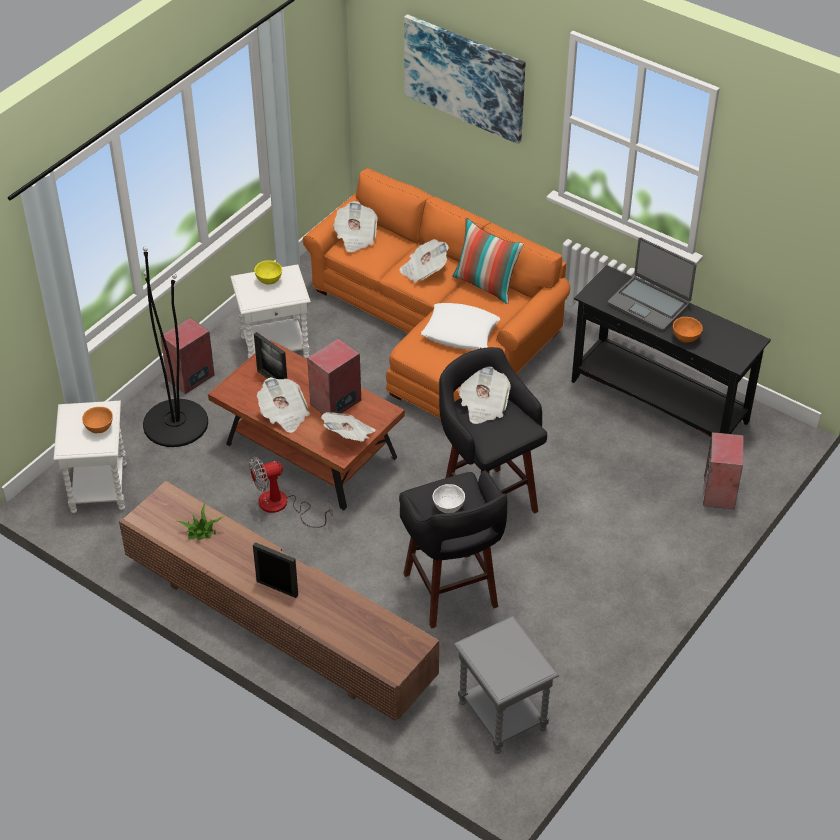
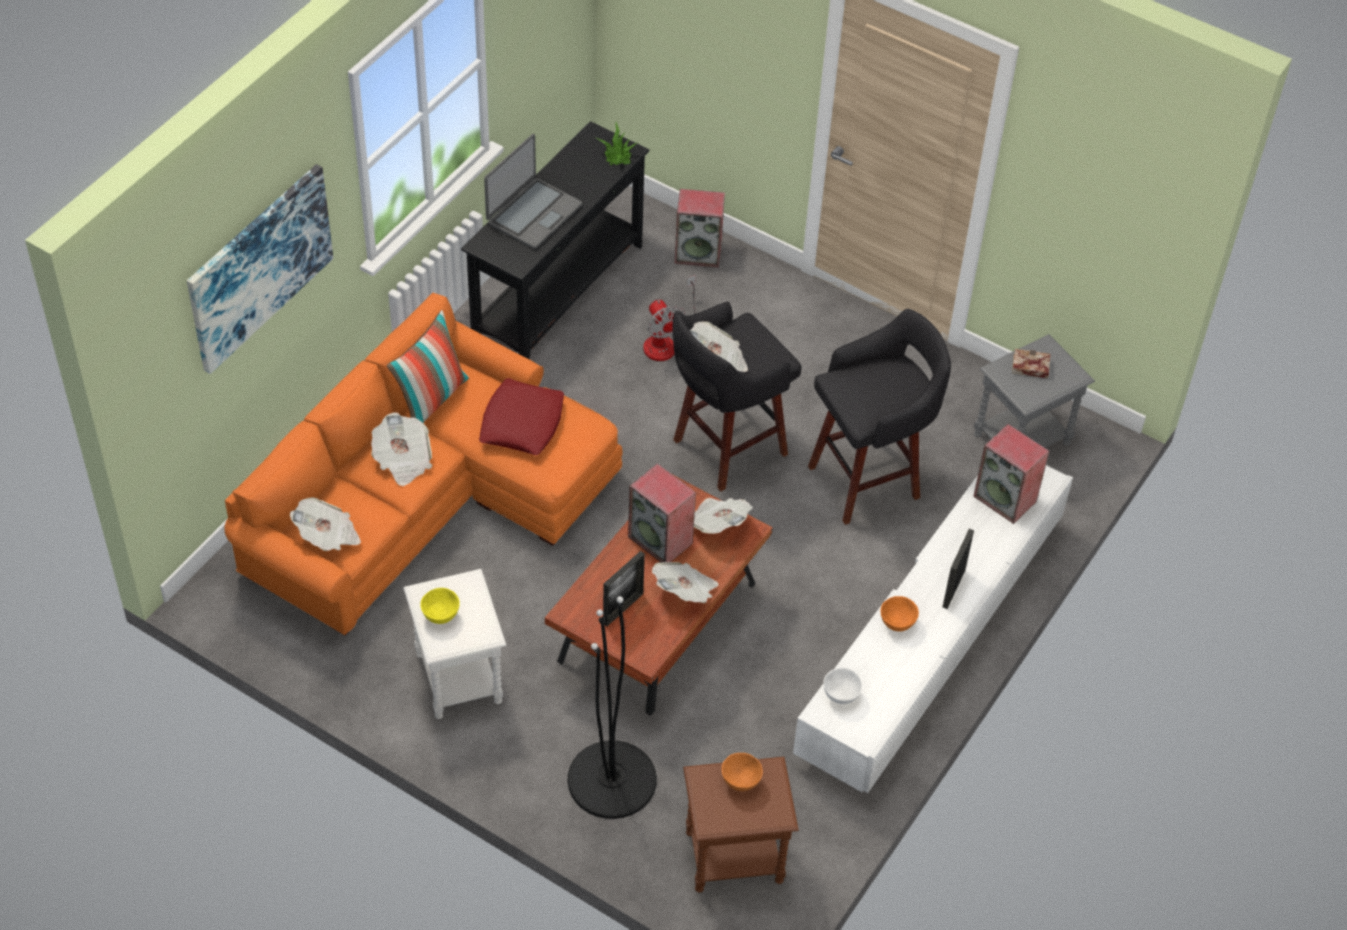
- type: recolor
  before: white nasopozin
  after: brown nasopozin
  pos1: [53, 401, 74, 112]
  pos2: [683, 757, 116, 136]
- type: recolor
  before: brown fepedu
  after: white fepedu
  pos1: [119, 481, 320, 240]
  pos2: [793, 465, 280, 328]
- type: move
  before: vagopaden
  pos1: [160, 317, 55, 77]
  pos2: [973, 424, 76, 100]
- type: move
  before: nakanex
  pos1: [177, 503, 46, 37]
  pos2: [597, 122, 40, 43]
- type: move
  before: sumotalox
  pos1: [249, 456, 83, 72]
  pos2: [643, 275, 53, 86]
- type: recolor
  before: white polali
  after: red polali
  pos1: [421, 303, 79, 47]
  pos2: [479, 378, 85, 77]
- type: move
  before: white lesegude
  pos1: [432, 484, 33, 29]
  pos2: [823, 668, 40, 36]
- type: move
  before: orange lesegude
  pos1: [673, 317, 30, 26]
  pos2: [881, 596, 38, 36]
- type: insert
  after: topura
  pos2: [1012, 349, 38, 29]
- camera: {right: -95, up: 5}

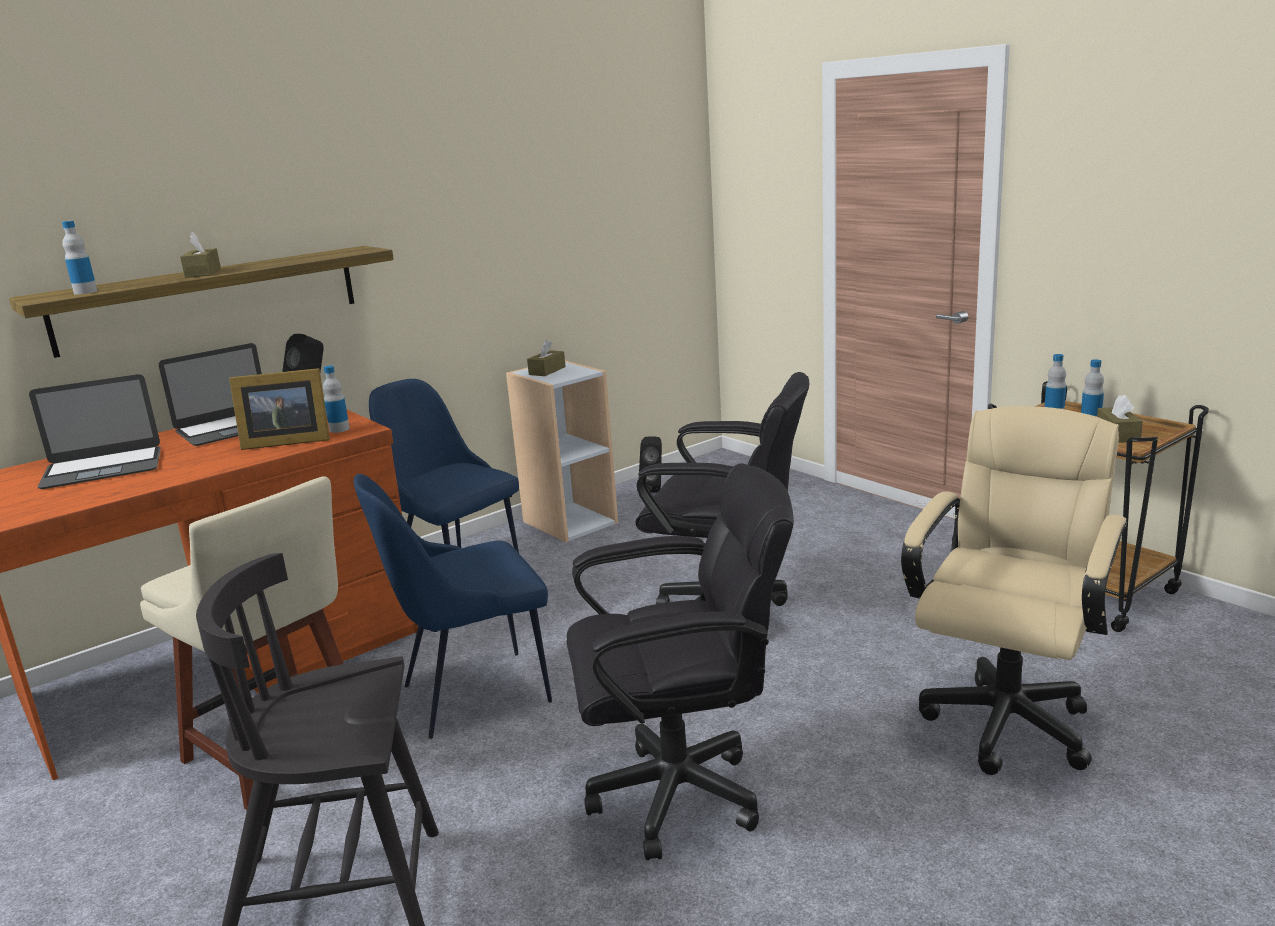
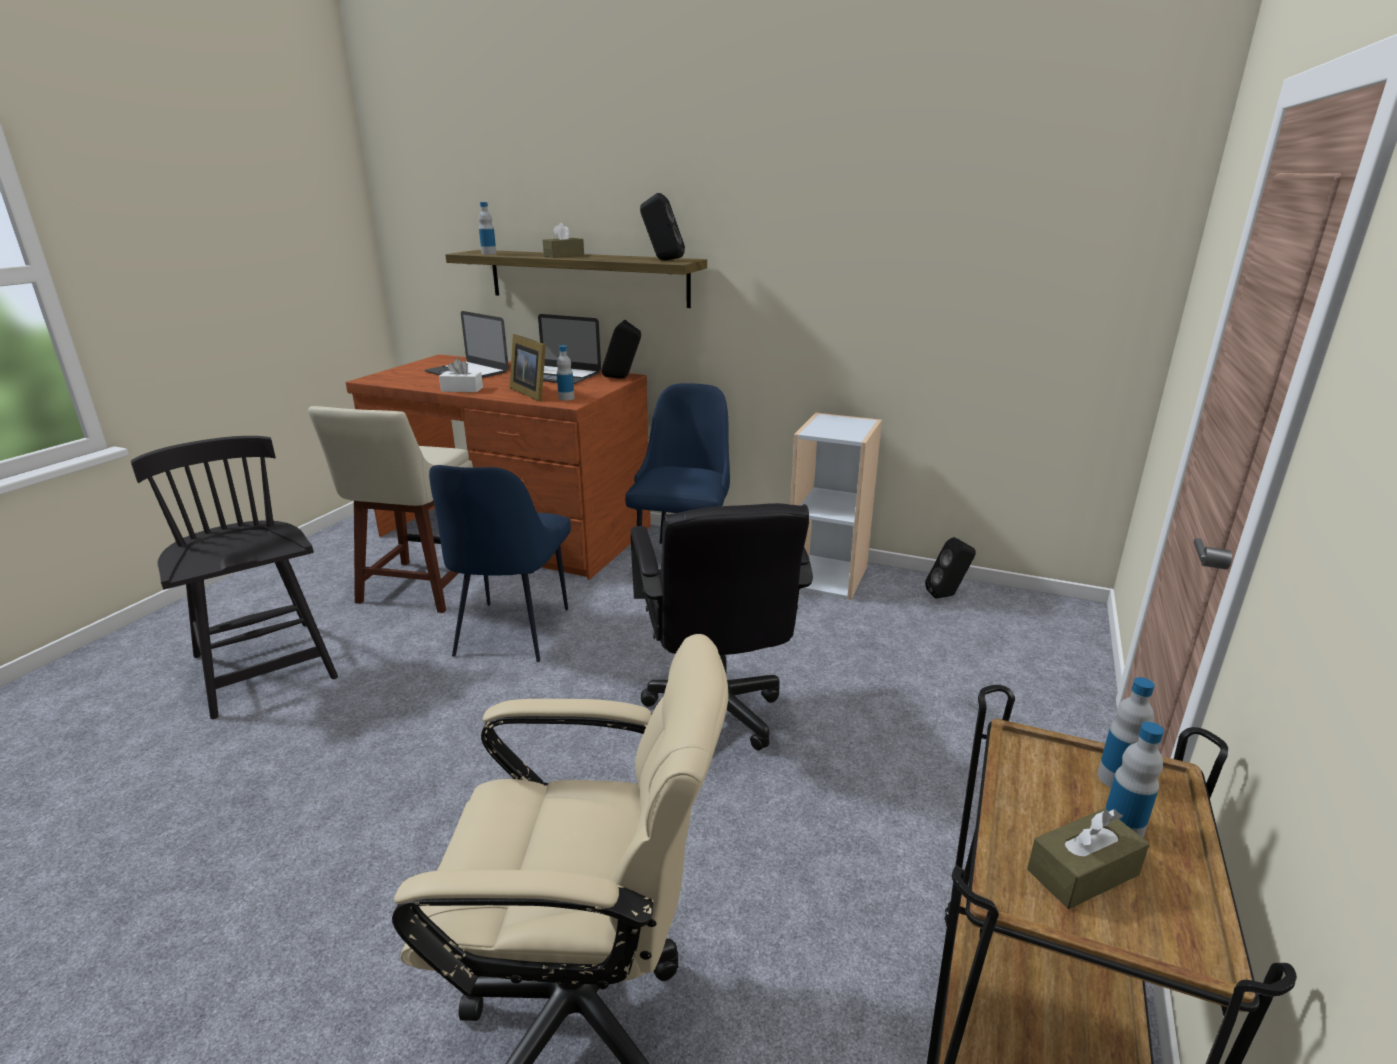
- type: rotate
  before: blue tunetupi
  pos1: [354, 474, 198, 265]
  pos2: [429, 465, 142, 197]
  turn: -120
- type: delete
  before: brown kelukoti
  pos1: [527, 340, 39, 36]
- type: delete
  before: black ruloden
  pos1: [567, 463, 227, 397]
- type: insert
  after: white kelukoti
  pos2: [439, 358, 44, 34]
- type: insert
  after: black vagopaden
  pos2: [640, 193, 45, 67]
- camera: {right: 60, up: 5}

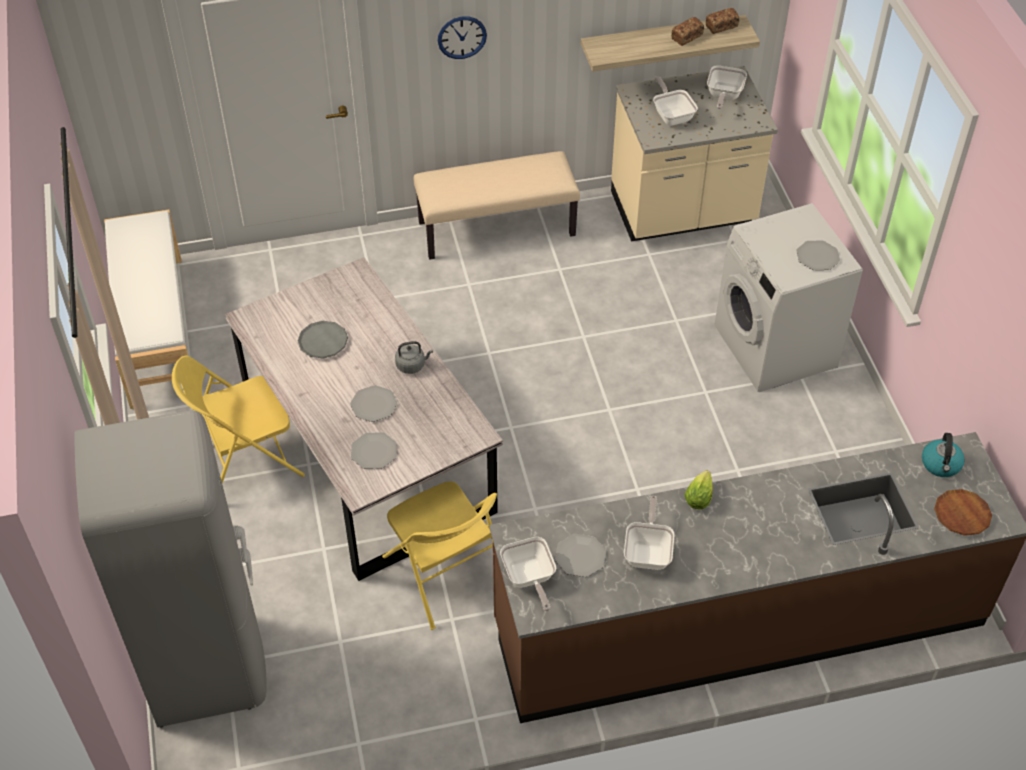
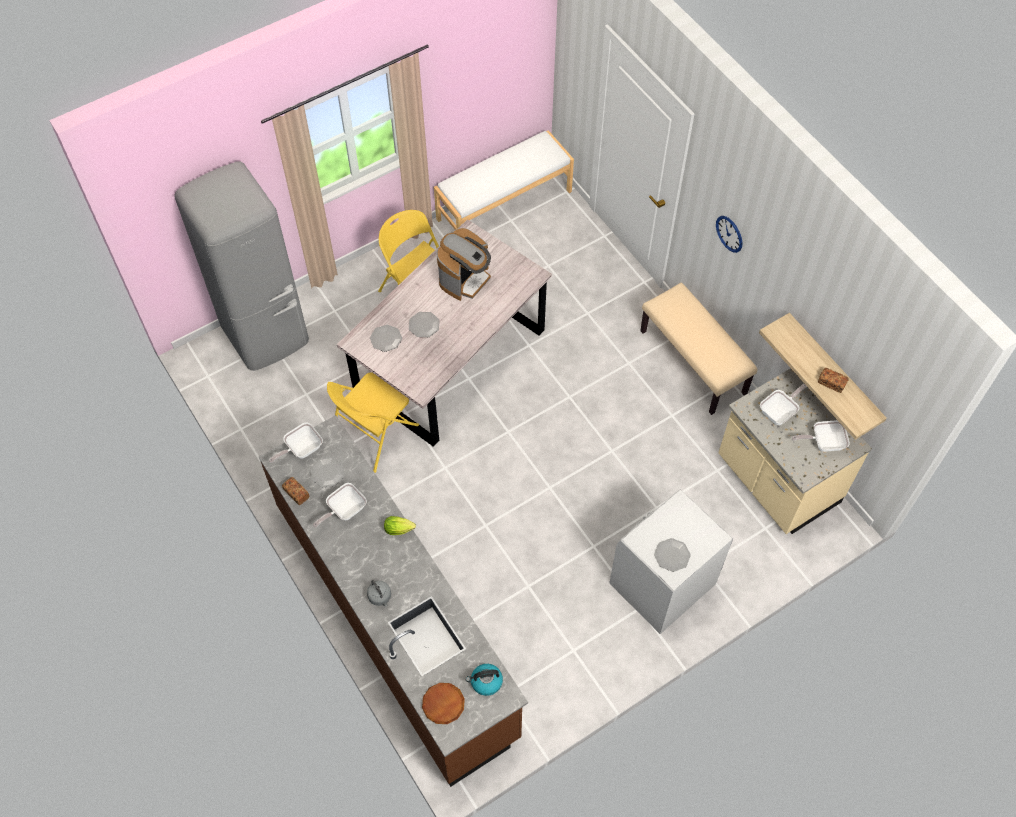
- type: replace
  before: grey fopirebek
  after: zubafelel
  pos1: [298, 321, 50, 37]
  pos2: [437, 228, 54, 73]
- type: move
  before: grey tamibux
  pos1: [395, 341, 38, 33]
  pos2: [367, 580, 24, 27]
- type: rotate
  before: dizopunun
  pos1: [624, 496, 51, 74]
  pos2: [313, 483, 54, 45]
  turn: 150
- type: move
  before: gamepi
  pos1: [706, 8, 33, 26]
  pos2: [282, 477, 27, 28]
- camera: {right: 70, up: 10}

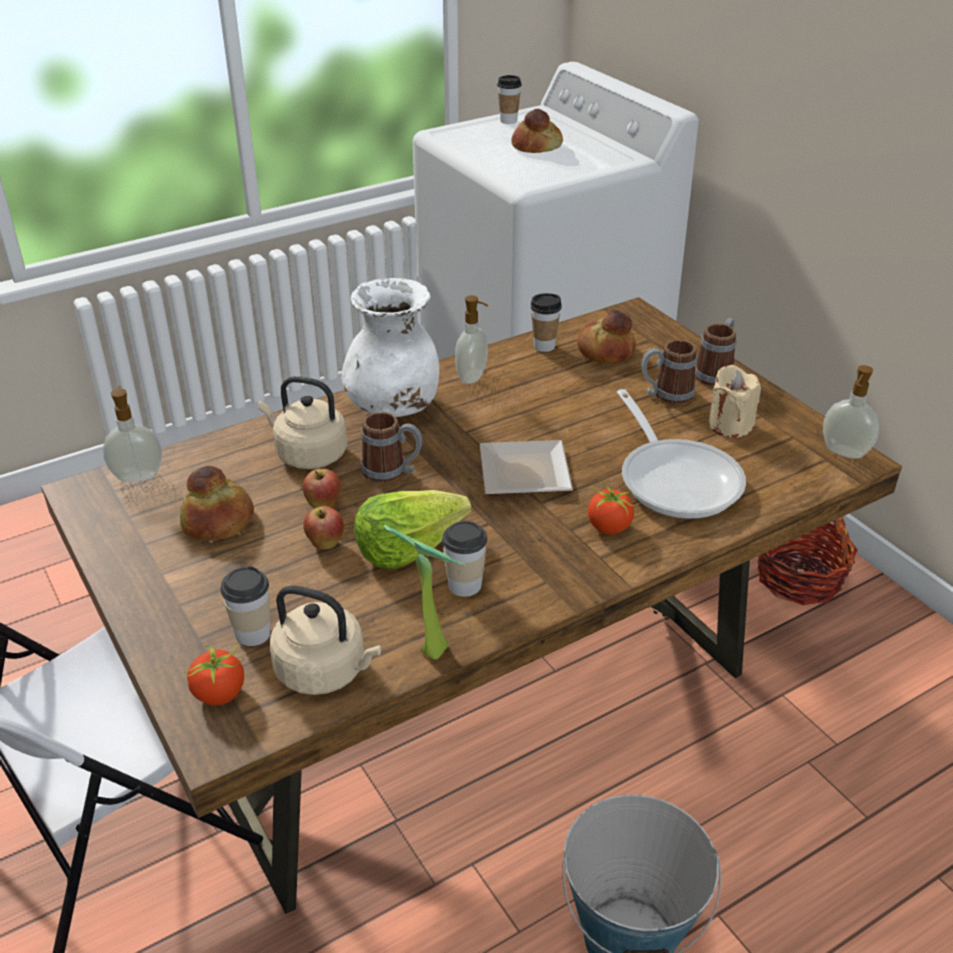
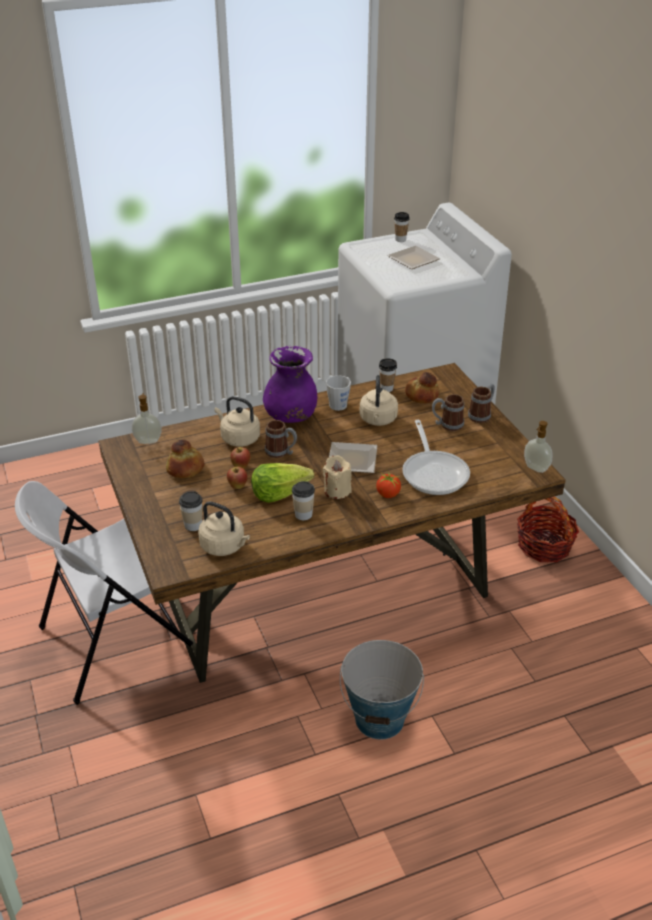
- type: delete
  before: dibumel
  pos1: [183, 643, 61, 63]
- type: recolor
  before: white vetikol
  after: purple vetikol
  pos1: [341, 278, 98, 139]
  pos2: [263, 346, 54, 77]
- type: delete
  before: nakanex
  pos1: [384, 525, 83, 135]
- type: replace
  before: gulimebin
  after: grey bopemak
  pos1: [455, 295, 33, 89]
  pos2: [326, 375, 25, 36]
- type: replace
  before: gamepi
  after: fopirebek
  pos1: [511, 109, 52, 44]
  pos2: [387, 246, 53, 23]
- type: move
  before: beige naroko
  pos1: [709, 365, 52, 73]
  pos2: [323, 455, 29, 44]
- type: insert
  after: beige tamibux
  pos2: [360, 375, 38, 51]
- camera: {right: 10, up: 0}

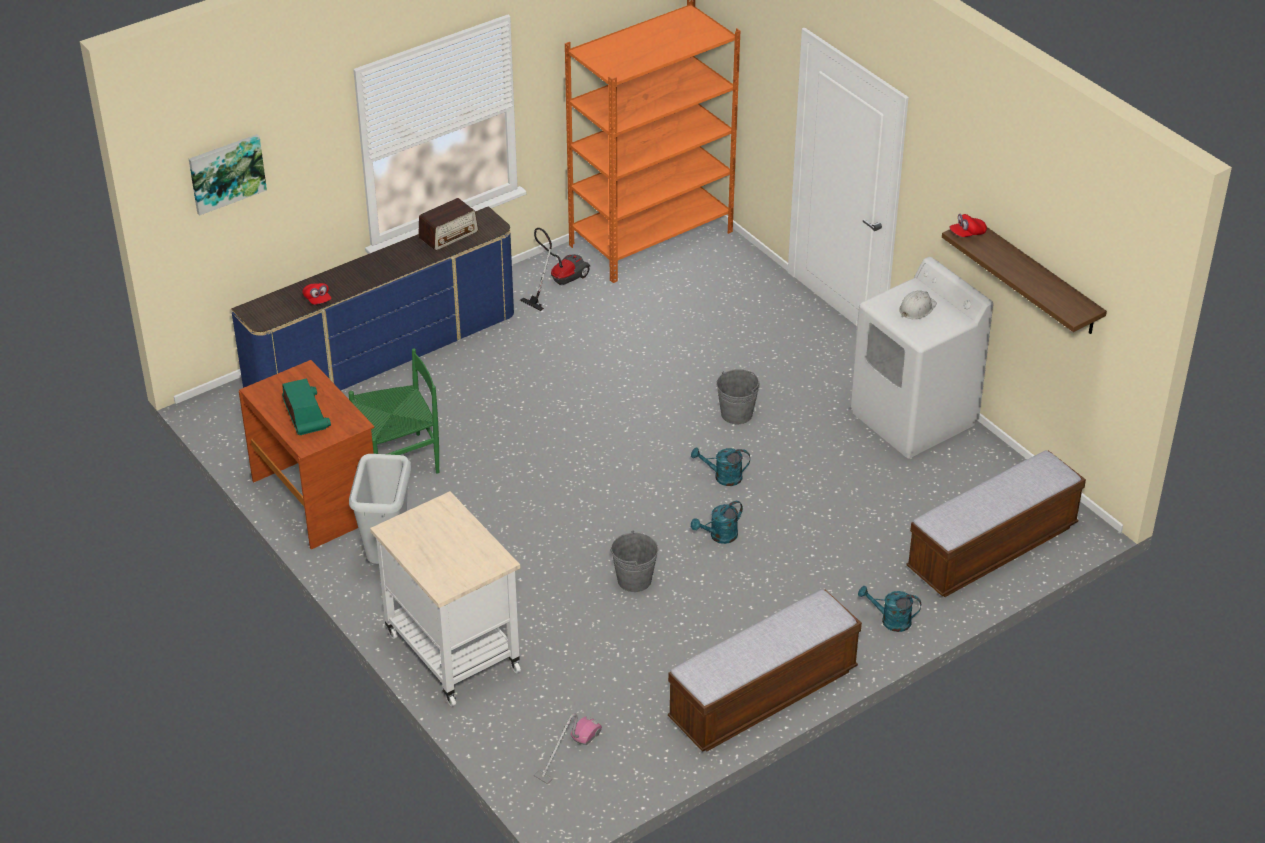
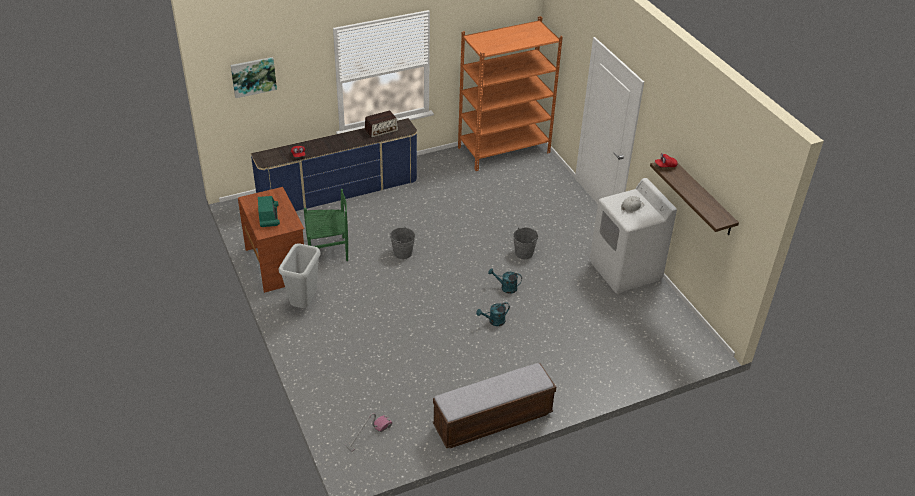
- type: delete
  before: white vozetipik
  pos1: [370, 491, 151, 216]
- type: delete
  before: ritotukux
  pos1: [520, 228, 70, 83]
- type: move
  before: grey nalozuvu
  pos1: [610, 531, 48, 61]
  pos2: [390, 227, 25, 32]
- type: delete
  before: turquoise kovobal
  pos1: [858, 586, 63, 46]
- type: delete
  before: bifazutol
  pos1: [906, 450, 180, 147]
- camera: {right: 10, up: 0}

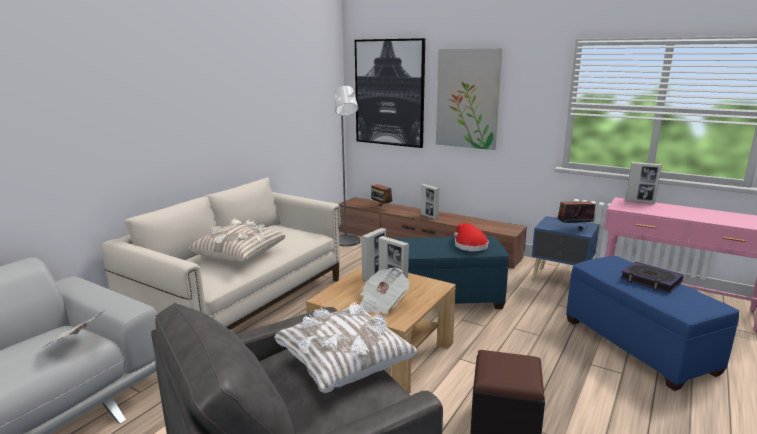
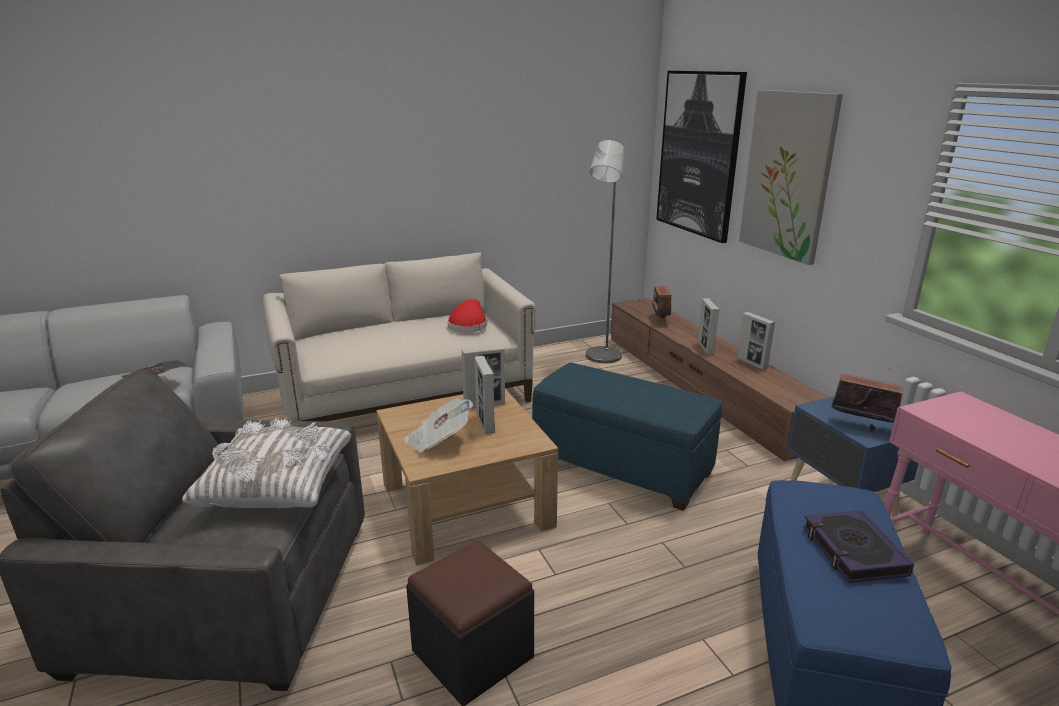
- type: delete
  before: beige polali
  pos1: [189, 218, 96, 44]
- type: move
  before: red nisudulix
  pos1: [454, 223, 35, 28]
  pos2: [448, 299, 39, 34]
- type: move
  before: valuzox
  pos1: [625, 162, 37, 42]
  pos2: [737, 312, 38, 58]
- camera: {right: 35, up: 5}

